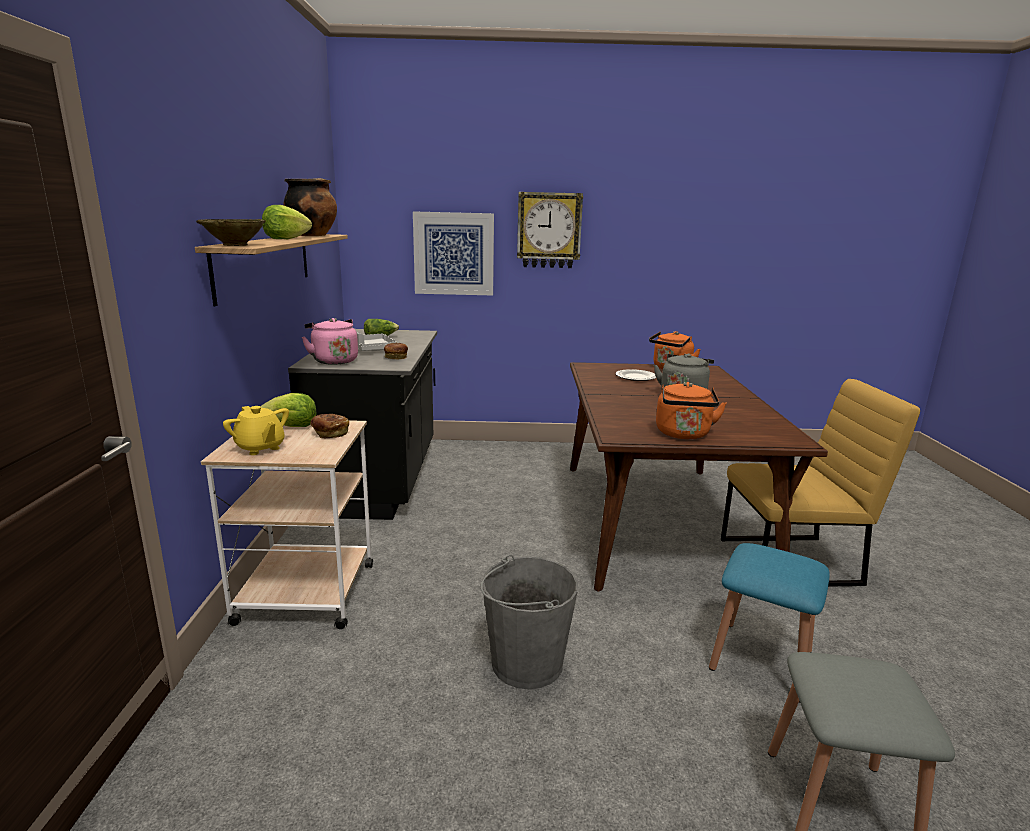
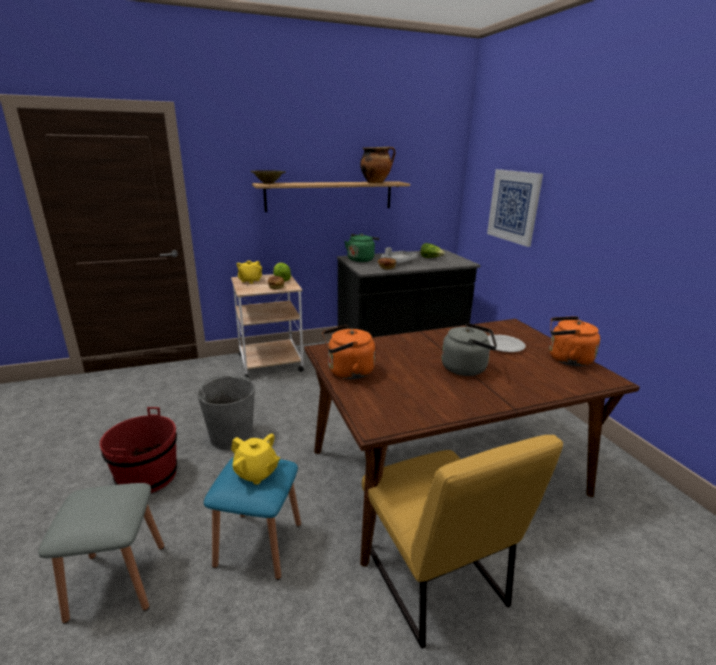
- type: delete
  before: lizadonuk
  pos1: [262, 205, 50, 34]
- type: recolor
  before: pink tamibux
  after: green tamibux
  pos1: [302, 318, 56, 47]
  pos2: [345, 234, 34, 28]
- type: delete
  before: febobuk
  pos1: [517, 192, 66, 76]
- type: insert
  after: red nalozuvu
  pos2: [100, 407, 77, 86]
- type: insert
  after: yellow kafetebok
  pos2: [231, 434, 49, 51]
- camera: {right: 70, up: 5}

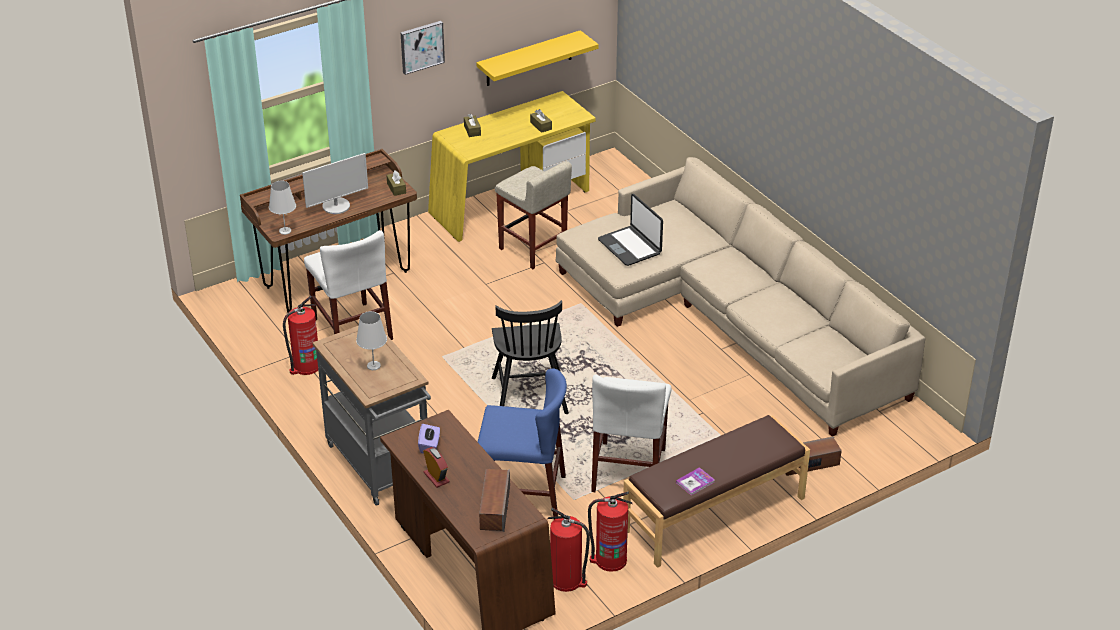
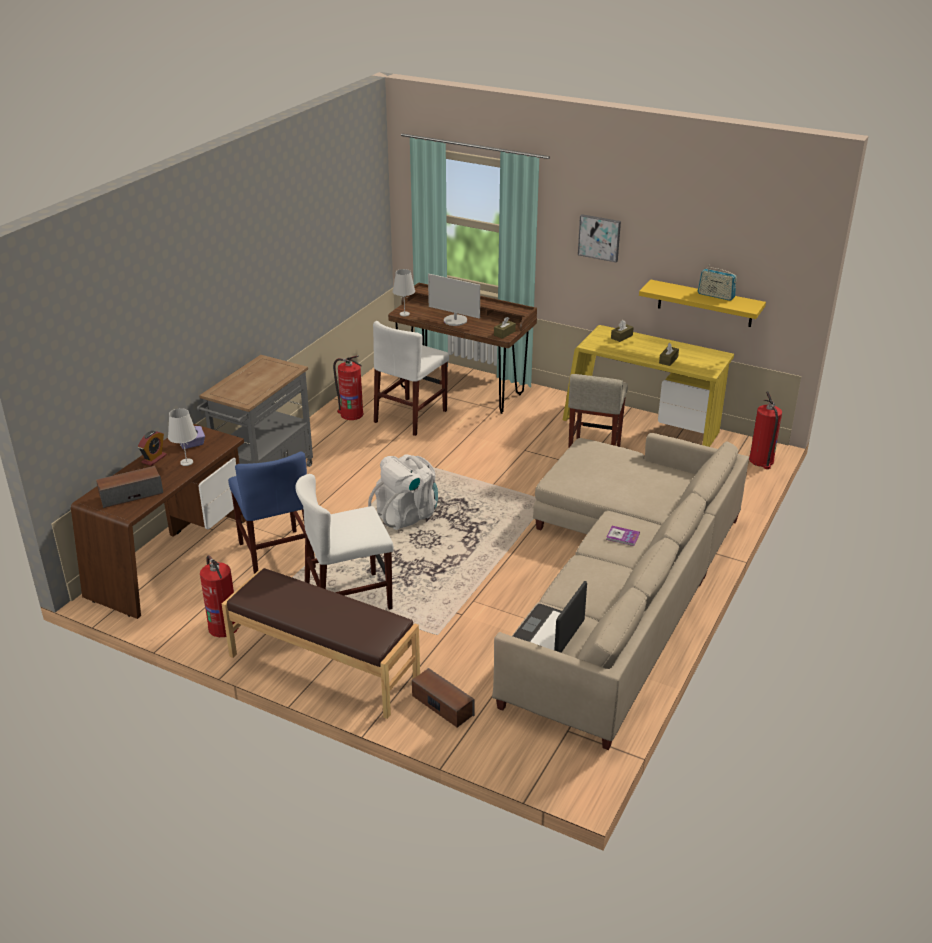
- type: move
  before: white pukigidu
  pos1: [356, 311, 31, 59]
  pos2: [168, 408, 29, 58]
- type: replace
  before: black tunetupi
  after: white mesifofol
  pos1: [492, 300, 77, 114]
  pos2: [368, 454, 70, 76]
- type: move
  before: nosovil
  pos1: [547, 508, 43, 84]
  pos2: [749, 391, 33, 78]
- type: move
  before: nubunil
  pos1: [598, 194, 65, 72]
  pos2: [513, 581, 74, 72]
- type: move
  before: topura
  pos1: [676, 467, 39, 28]
  pos2: [606, 526, 34, 20]
- type: insert
  after: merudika
  pos2: [698, 265, 39, 36]
- camera: {right: 60, up: -5}

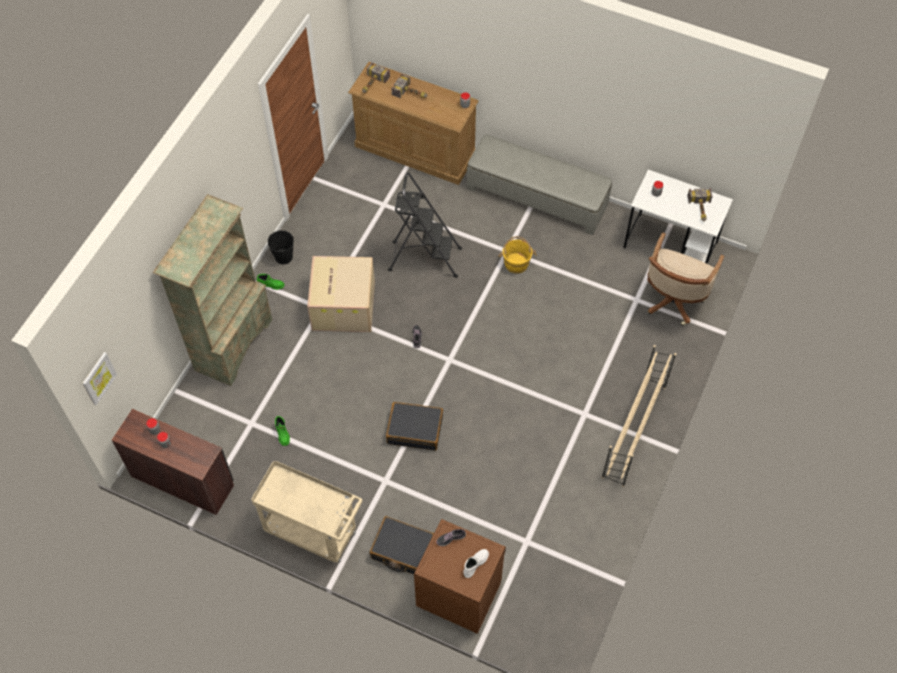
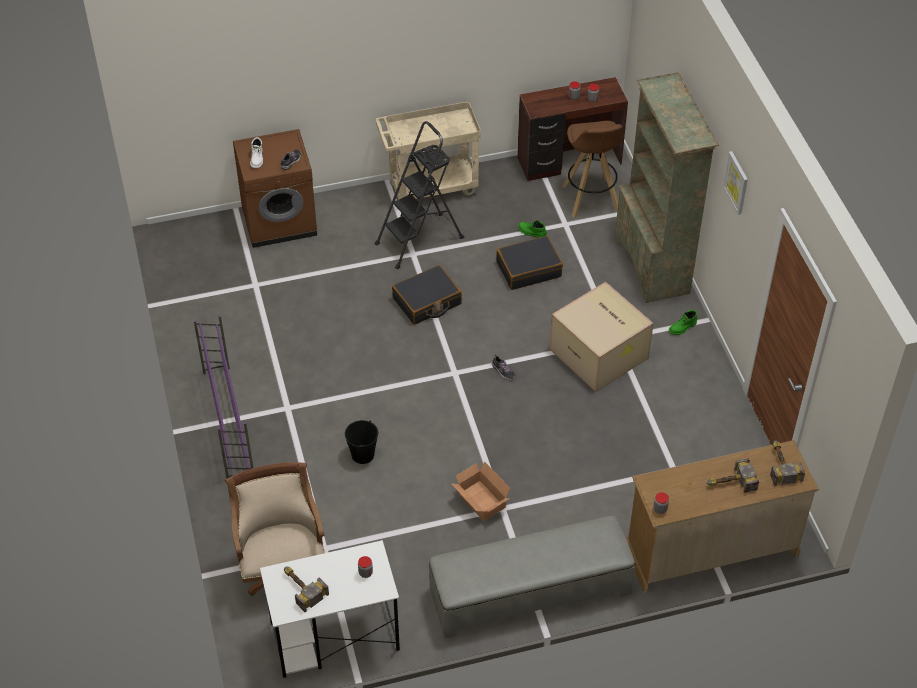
- type: move
  before: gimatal
  pos1: [82, 352, 35, 53]
  pos2: [723, 151, 25, 64]
- type: move
  before: black nalozuvu
  pos1: [267, 230, 27, 34]
  pos2: [345, 420, 33, 44]
- type: move
  before: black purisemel
  pos1: [370, 516, 64, 58]
  pos2: [496, 236, 67, 54]
- type: move
  before: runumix
  pos1: [388, 172, 74, 106]
  pos2: [375, 121, 90, 148]
- type: replace
  before: yellow nalozuvu
  after: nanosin
  pos1: [498, 236, 39, 37]
  pos2: [452, 461, 58, 60]
- type: recolor
  before: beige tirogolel
  after: purple tirogolel
  pos1: [602, 345, 74, 142]
  pos2: [194, 315, 59, 163]
- type: insert
  after: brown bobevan
  pos2: [562, 121, 61, 97]
- camera: {right: 140, up: -10}

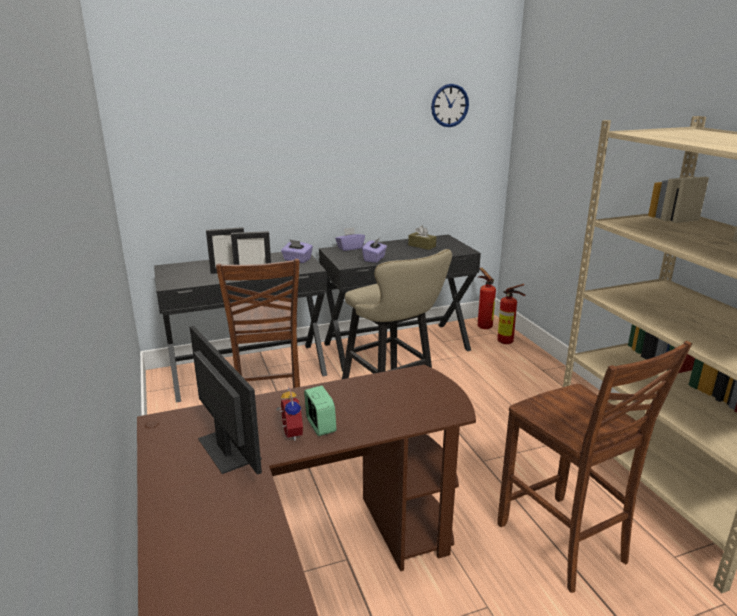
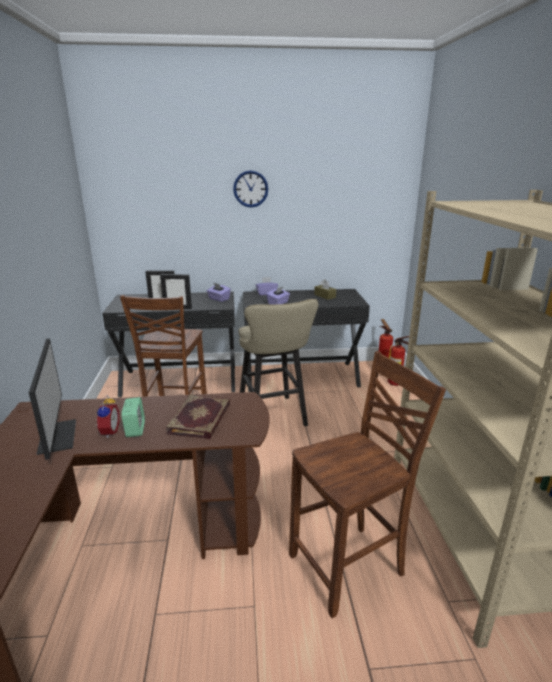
- type: move
  before: febobuk
  pos1: [431, 84, 38, 43]
  pos2: [233, 170, 35, 38]
- type: rotate
  before: brown tunetupi
  pos1: [497, 341, 195, 252]
  pos2: [289, 351, 157, 267]
  turn: -105
- type: insert
  after: topura
  pos2: [166, 394, 64, 45]
- camera: {right: 15, up: 0}

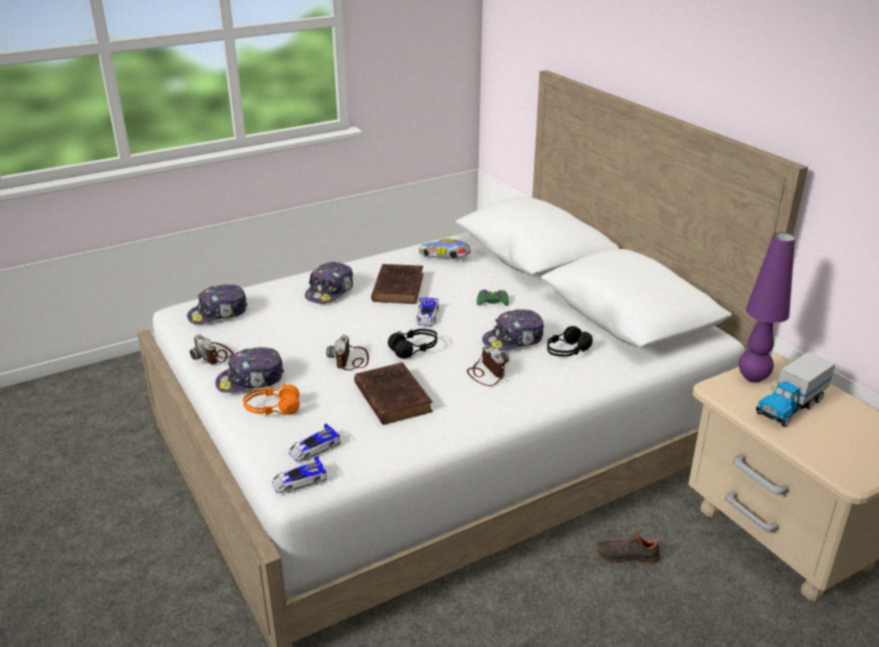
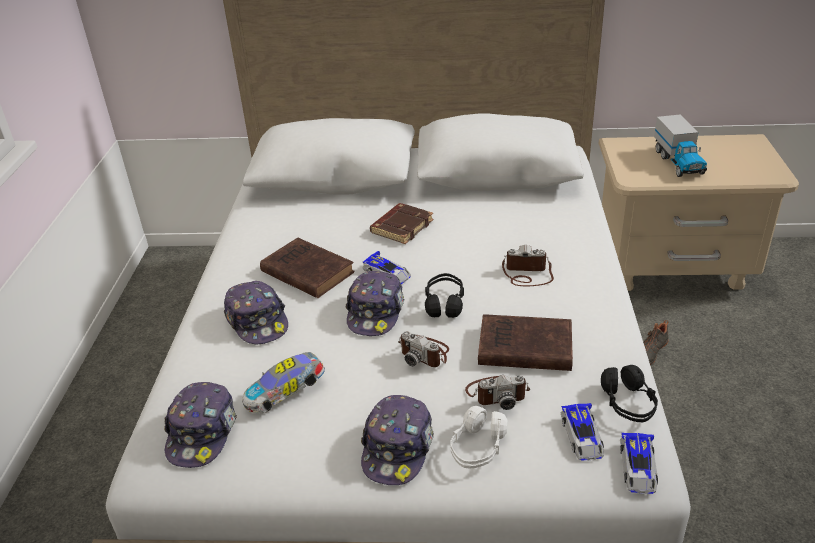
- type: move
  before: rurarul
  pos1: [190, 334, 43, 30]
  pos2: [465, 375, 65, 35]
- type: recolor
  before: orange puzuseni
  after: white puzuseni
  pos1: [243, 384, 57, 32]
  pos2: [450, 406, 58, 63]
- type: move
  before: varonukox
  pos1: [419, 239, 52, 20]
  pos2: [243, 352, 82, 61]
- type: replace
  before: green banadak
  after: brown topura
  pos1: [477, 289, 32, 17]
  pos2: [370, 203, 63, 41]
- type: move
  before: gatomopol
  pos1: [482, 309, 62, 42]
  pos2: [346, 271, 58, 65]
- type: move
  before: black puzuseni
  pos1: [547, 326, 46, 31]
  pos2: [601, 365, 57, 57]
- type: delete
  before: purple pukigidu
  pos1: [739, 232, 56, 151]
- camera: {right: -55, up: 5}

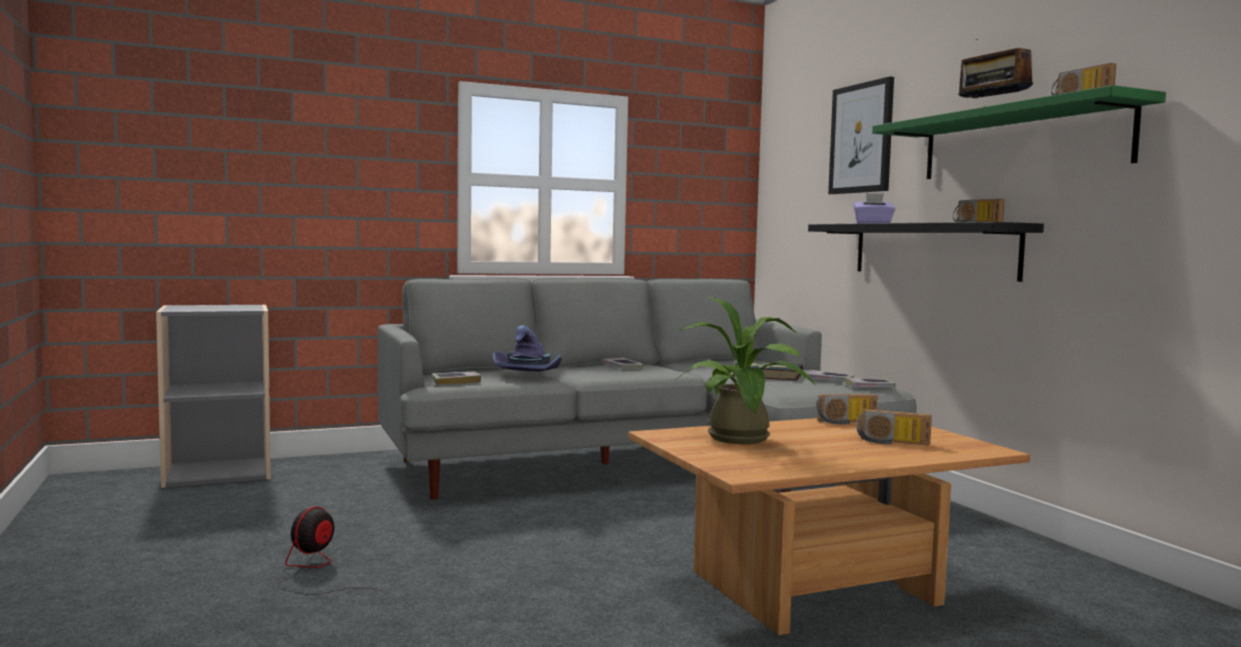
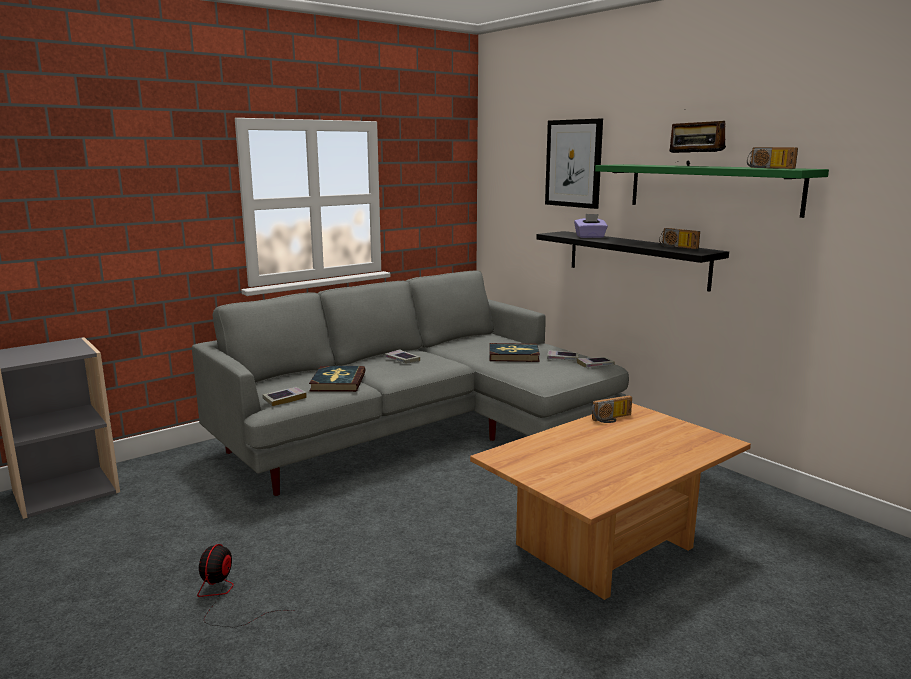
- type: replace
  before: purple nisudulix
  after: topura
  pos1: [493, 326, 69, 46]
  pos2: [309, 366, 56, 26]
- type: delete
  before: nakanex
  pos1: [676, 297, 139, 147]
- type: delete
  before: merudika
  pos1: [856, 409, 76, 37]
- camera: {right: -15, up: 10}

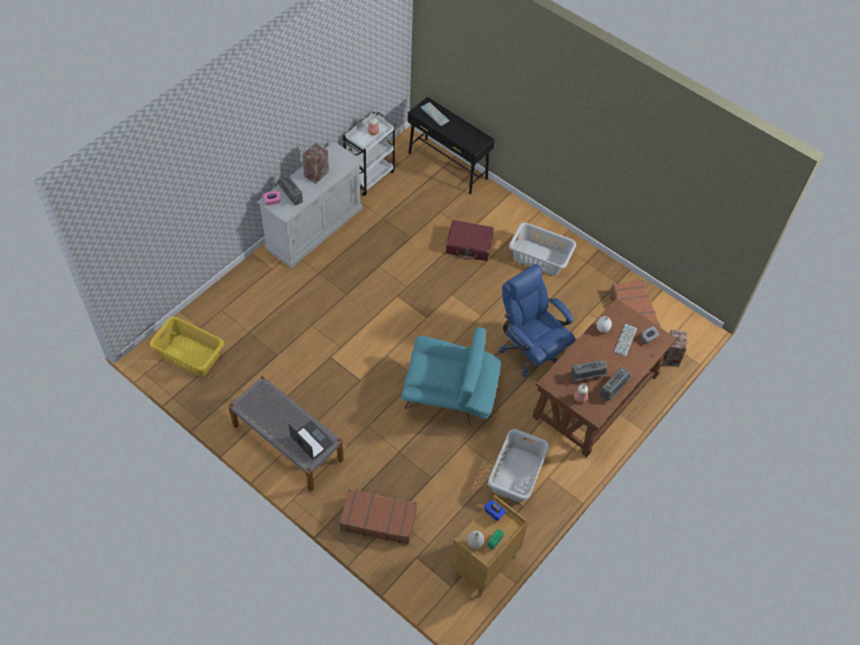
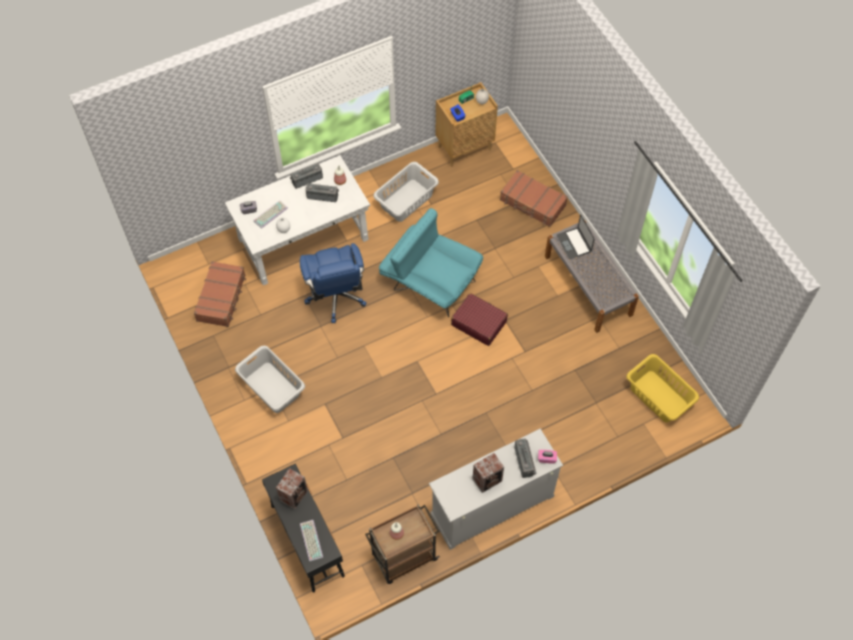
- type: recolor
  before: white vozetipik
  after: brown vozetipik
  pos1: [341, 112, 56, 84]
  pos2: [365, 504, 75, 80]
- type: move
  before: red purisemel
  pos1: [446, 220, 48, 41]
  pos2: [451, 293, 57, 53]
- type: recolor
  before: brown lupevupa
  after: white lupevupa
  pos1: [532, 298, 145, 159]
  pos2: [225, 155, 145, 130]
- type: move
  before: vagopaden
  pos1: [663, 329, 24, 37]
  pos2: [276, 468, 32, 42]
- camera: {right: -155, up: 5}

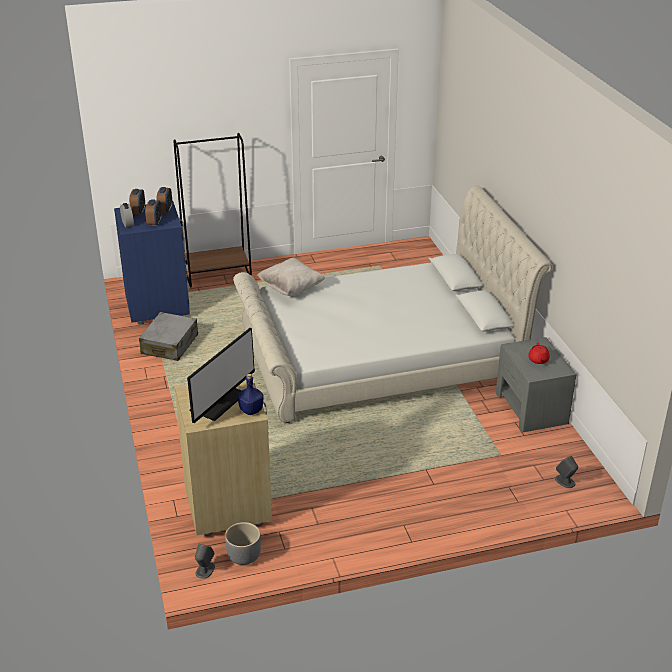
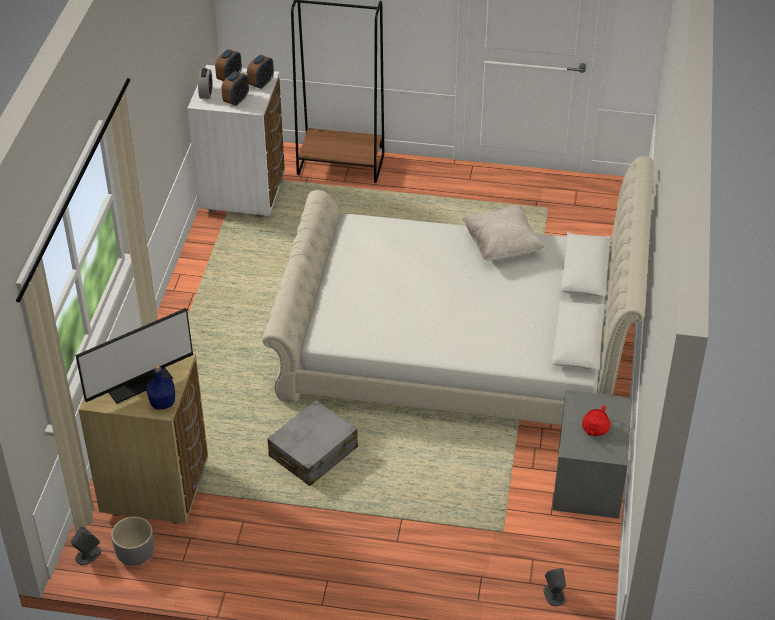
- type: recolor
  before: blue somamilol
  after: white somamilol
  pos1: [114, 201, 76, 124]
  pos2: [187, 65, 98, 152]
- type: move
  before: grey purisemel
  pos1: [139, 312, 59, 49]
  pos2: [267, 400, 91, 86]
- type: move
  before: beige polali
  pos1: [257, 258, 68, 38]
  pos2: [462, 205, 82, 56]
- camera: {right: 25, up: 10}

